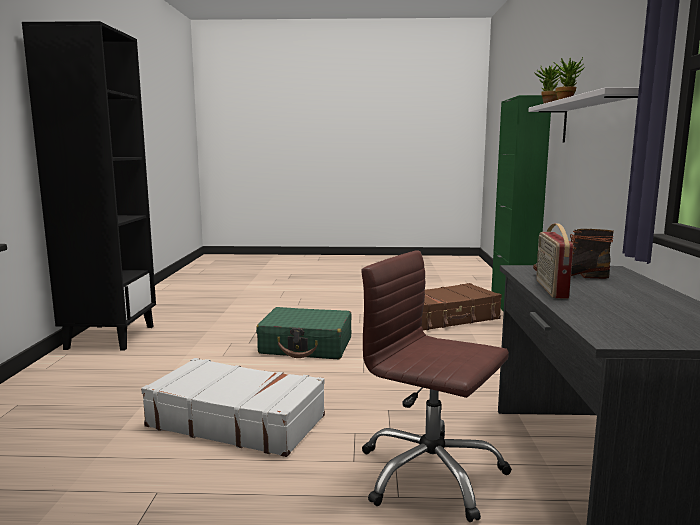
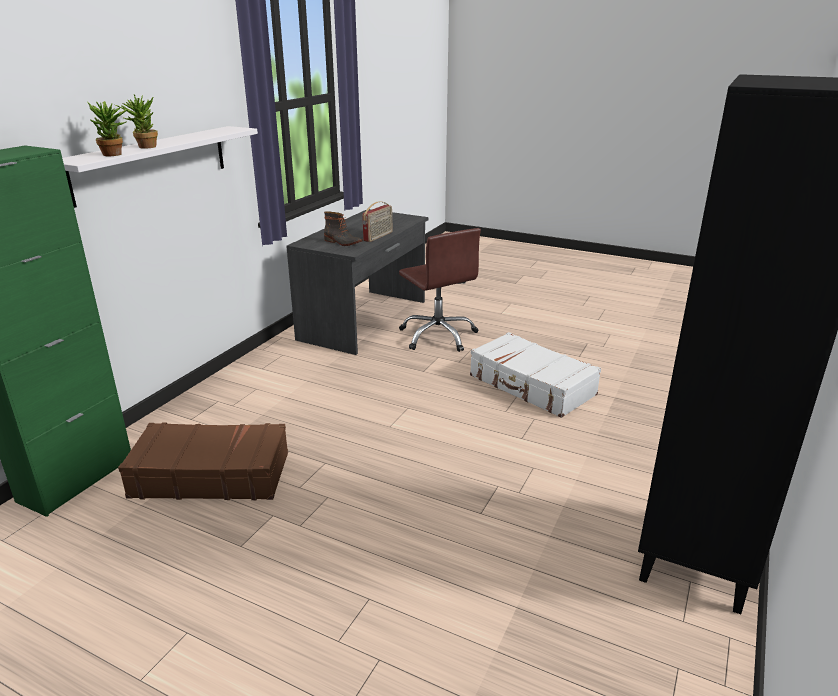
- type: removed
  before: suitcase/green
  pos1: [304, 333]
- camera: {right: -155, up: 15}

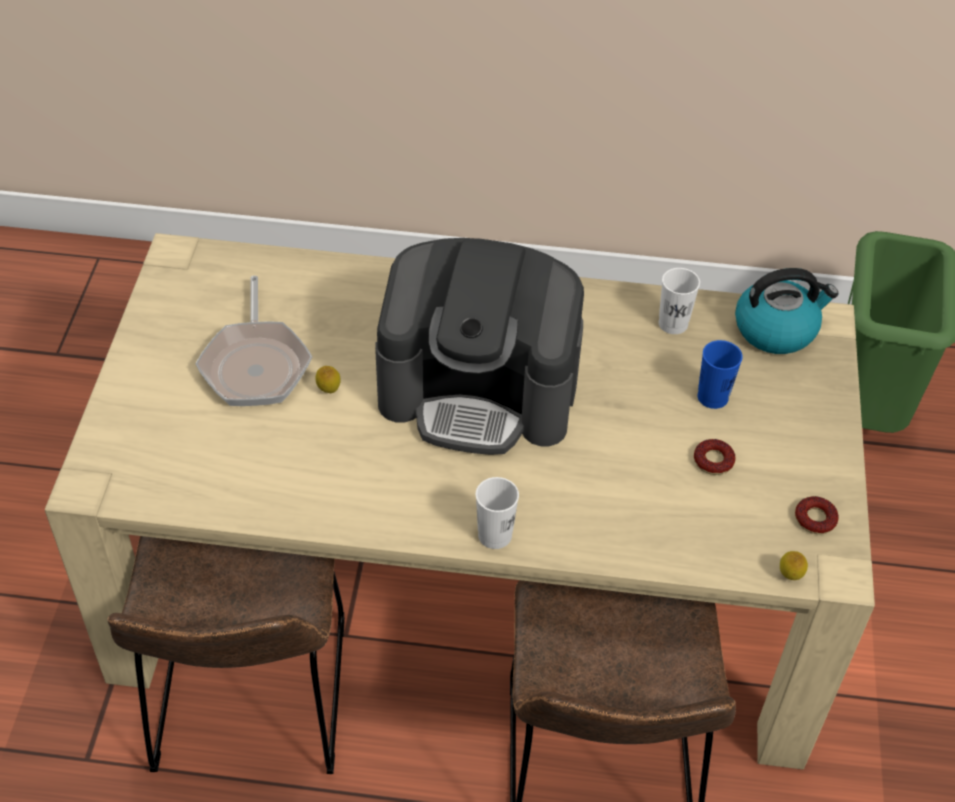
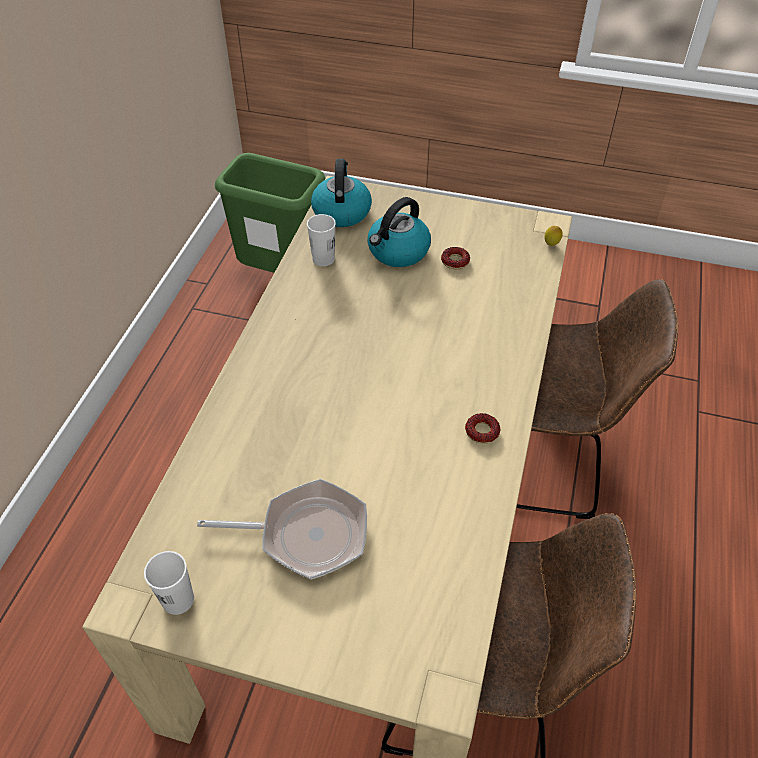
- type: moved
  before: cup/white
  pos1: [497, 513]
  pos2: [169, 583]
- type: replaced
  before: cup/blue
  after: kettle
  pos1: [720, 374]
  pos2: [399, 232]
- type: moved
  before: donut
  pos1: [817, 515]
  pos2: [482, 428]
- type: removed
  before: lemon
  pos1: [327, 379]
- type: removed
  before: coffee machine
  pos1: [479, 346]
- camera: {right: -80, up: 0}

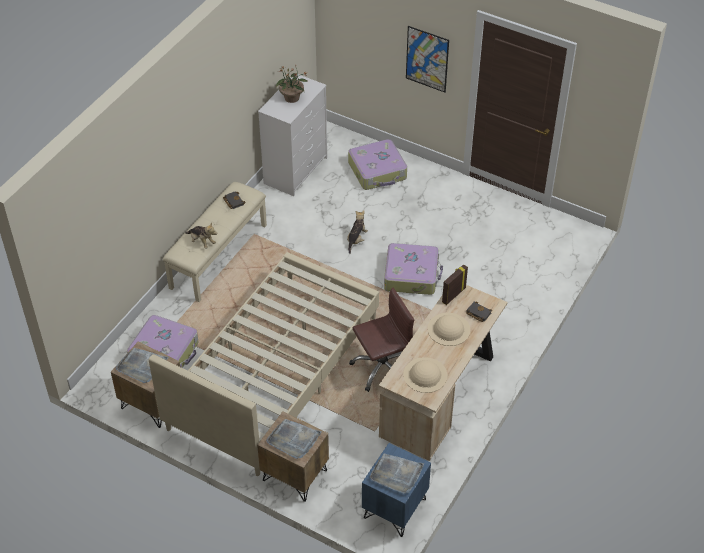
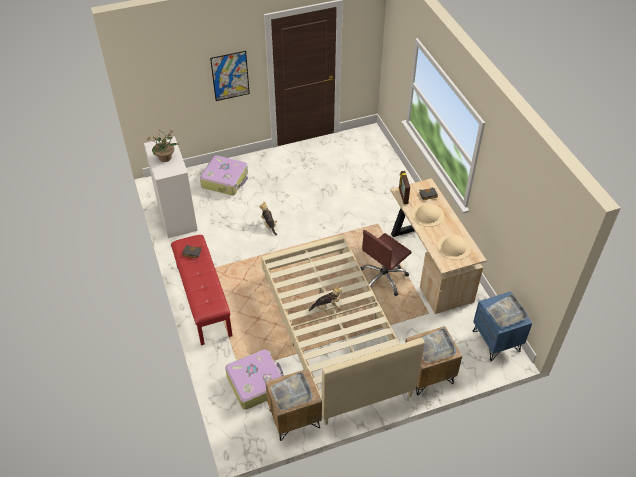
- type: recoloured
  before: bench/beige
  after: bench/red
  pos1: [215, 242]
  pos2: [202, 290]
- type: moved
  before: plush toy
  pos1: [201, 235]
  pos2: [326, 298]
- type: turned
  before: office chair/brown
  pos1: [381, 340]
  pos2: [386, 263]
  turn: -150
- type: removed
  before: suitcase
  pos1: [413, 269]
- camera: {right: -50, up: 0}

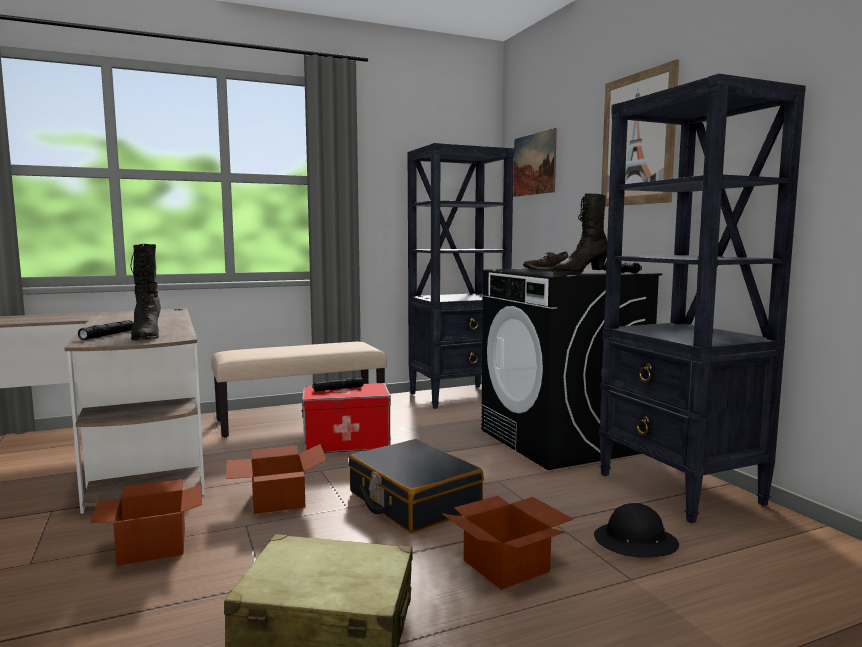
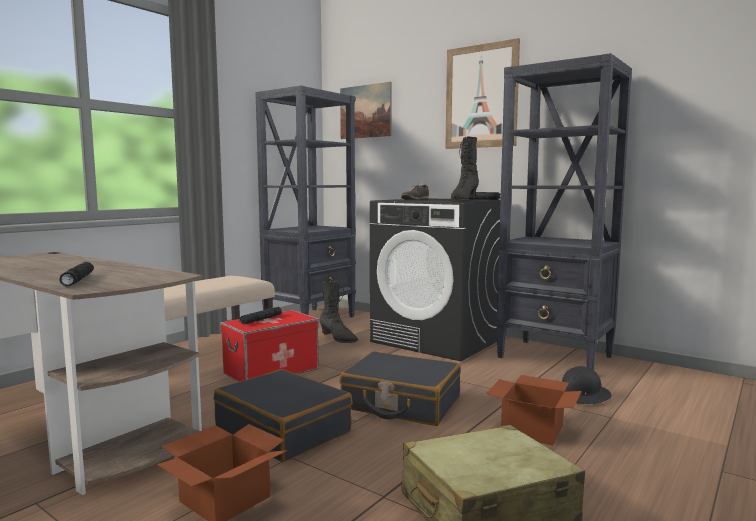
- type: replaced
  before: cardboard box
  after: suitcase/black
  pos1: [276, 479]
  pos2: [283, 415]
- type: moved
  before: boot/black
  pos1: [145, 292]
  pos2: [339, 312]
- camera: {right: -30, up: 0}

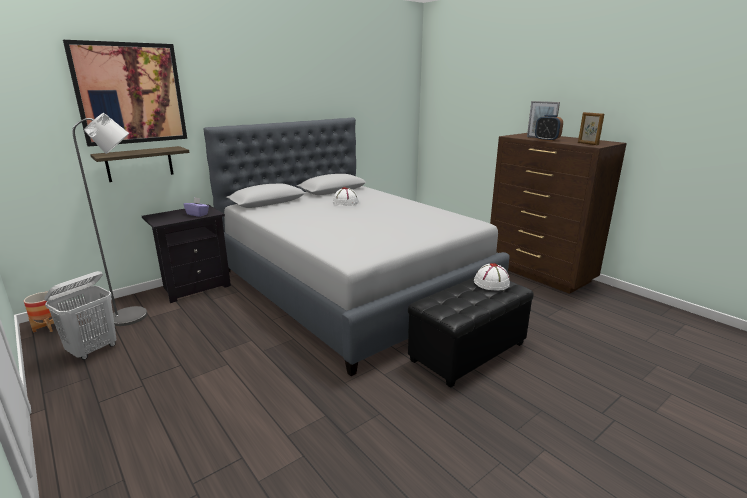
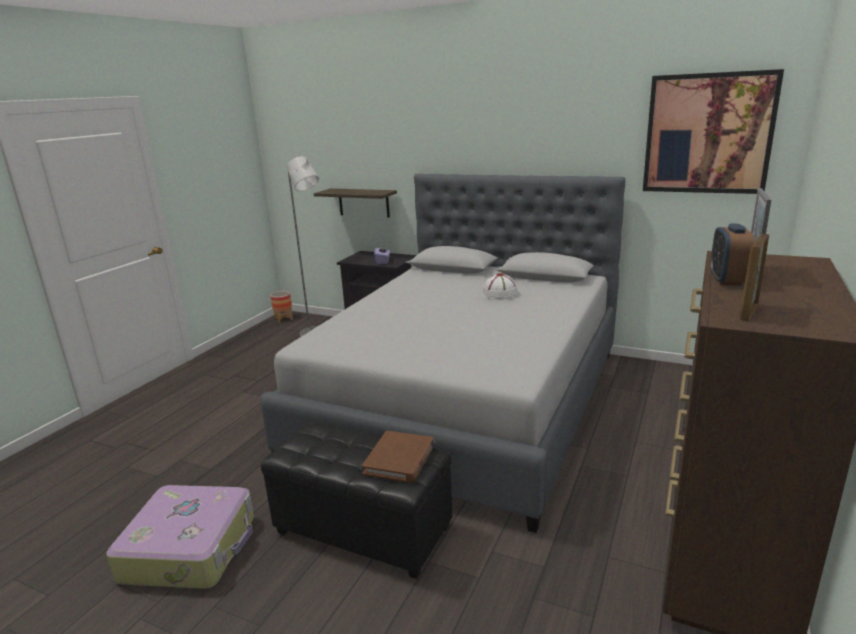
- type: added
  after: suitcase
  pos2: [180, 537]
- type: replaced
  before: hat/white
  after: book/brown
  pos1: [492, 277]
  pos2: [398, 457]
- type: moved
  before: picture
  pos1: [125, 93]
  pos2: [713, 131]
- type: removed
  before: laundry basket/white
  pos1: [80, 315]
- camera: {right: 65, up: 0}

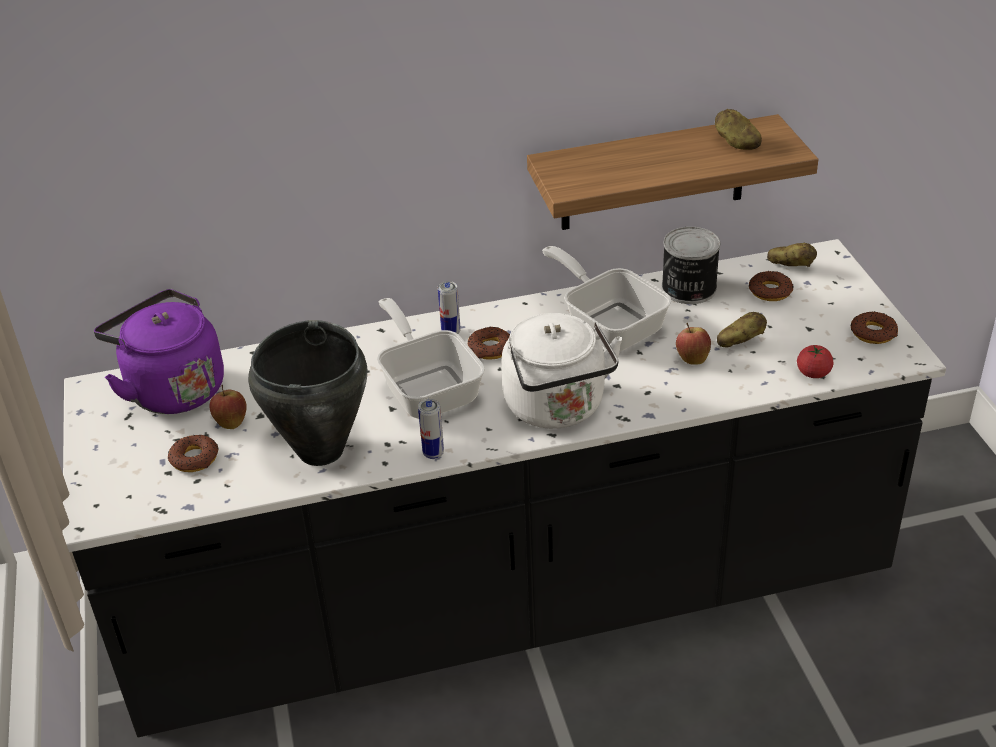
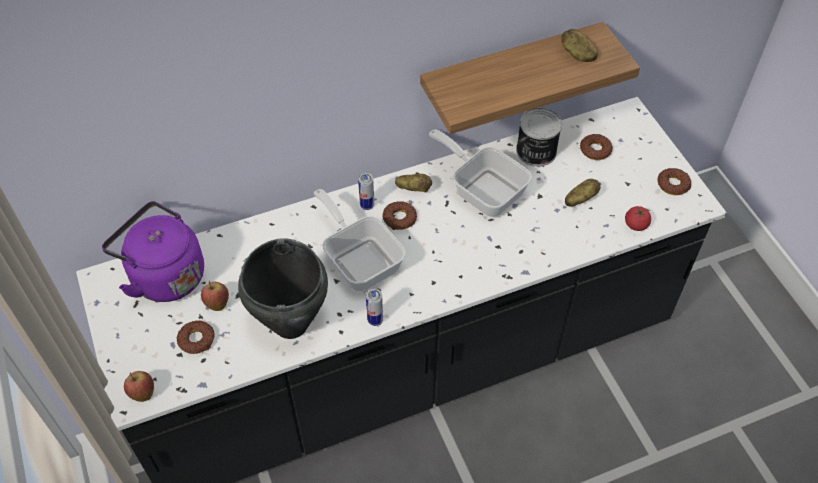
- type: moved
  before: apple
  pos1: [693, 344]
  pos2: [139, 386]
- type: moved
  before: potato
  pos1: [792, 255]
  pos2: [413, 183]
- type: removed
  before: kettle/white
  pos1: [562, 371]
- camera: {right: -10, up: 15}

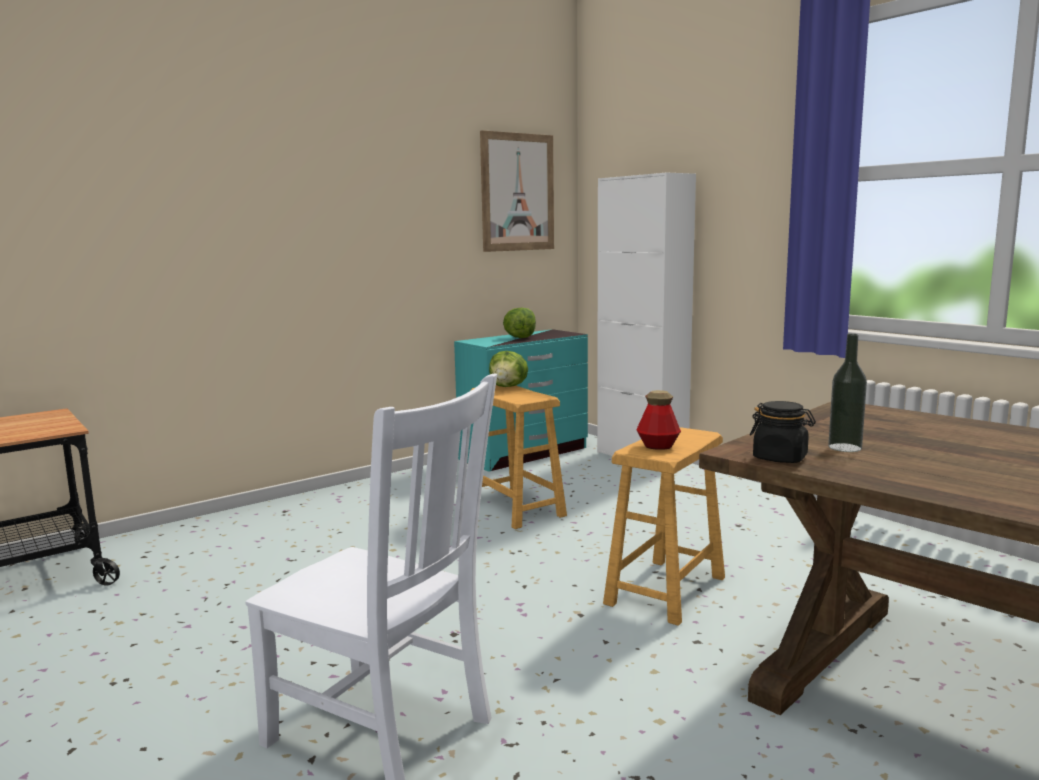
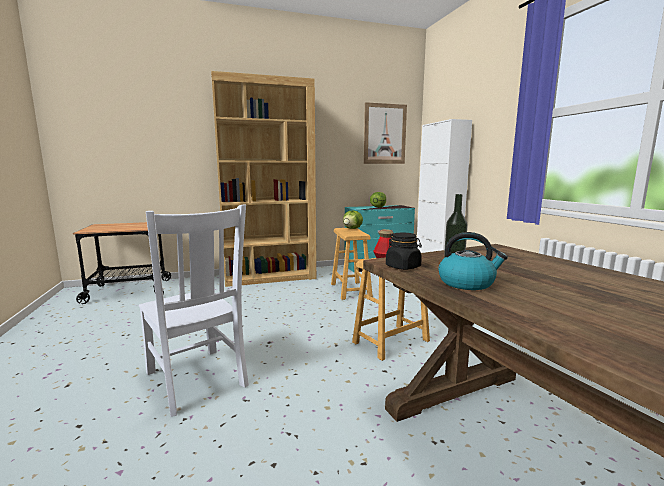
- type: added
  after: bookcase/brown
  pos2: [263, 179]
- type: added
  after: kettle
  pos2: [473, 261]
- camera: {right: 20, up: 0}

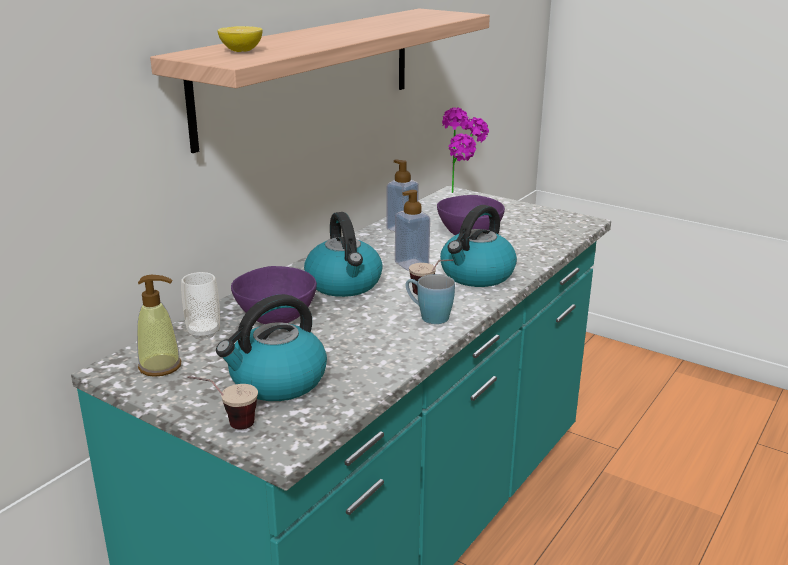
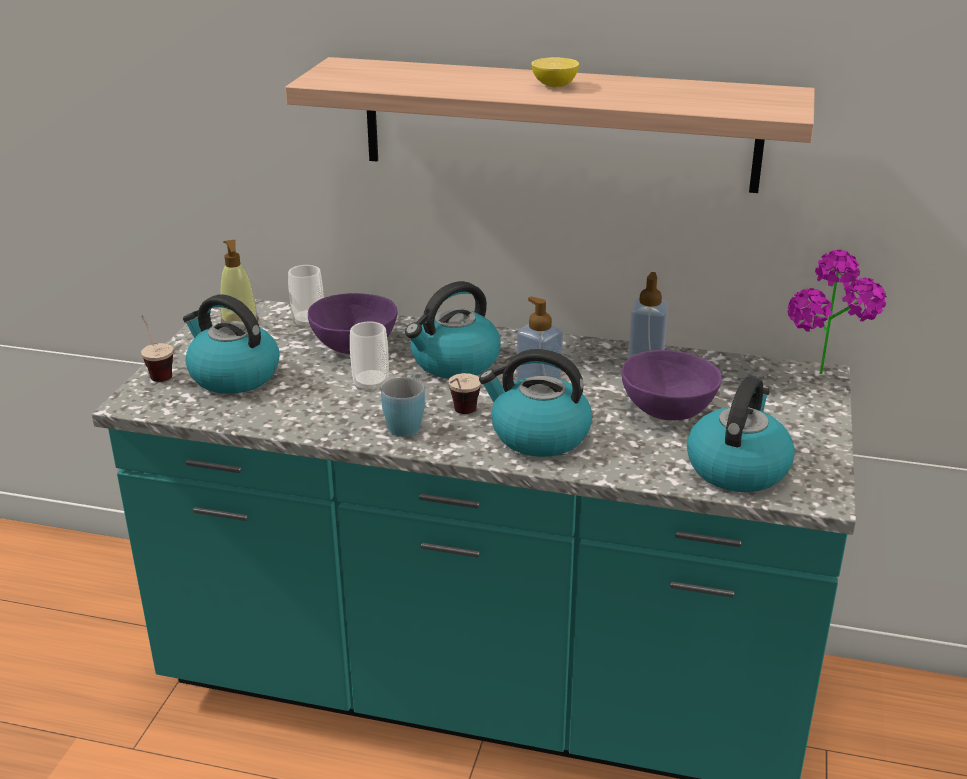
- type: added
  after: cup
  pos2: [369, 357]
- type: moved
  before: lemon
  pos1: [240, 39]
  pos2: [555, 72]
- type: added
  after: kettle
  pos2: [741, 434]
- camera: {right: 70, up: 5}

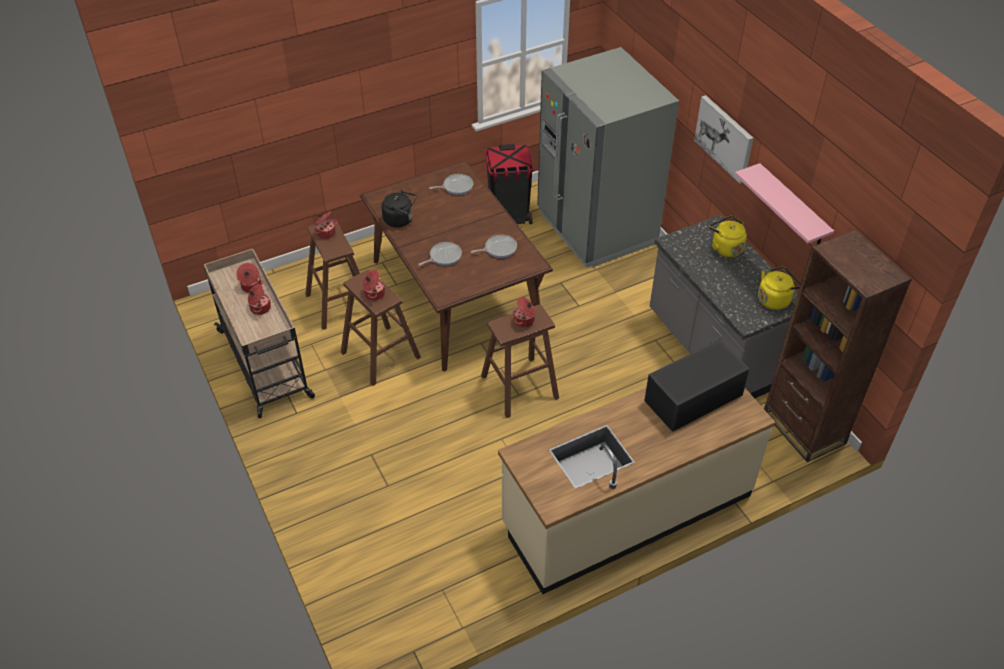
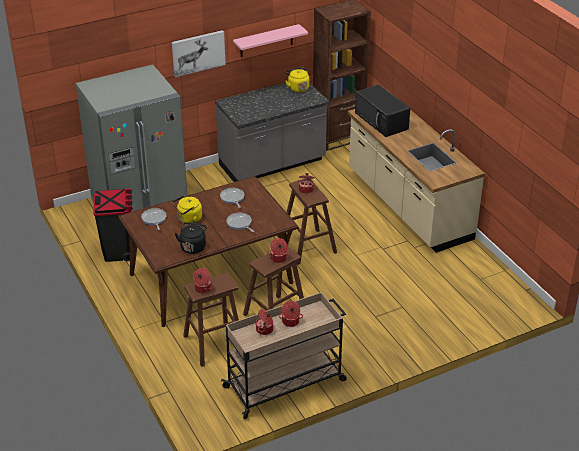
- type: moved
  before: kettle/yellow
  pos1: [728, 236]
  pos2: [187, 209]
- camera: {right: -90, up: -10}

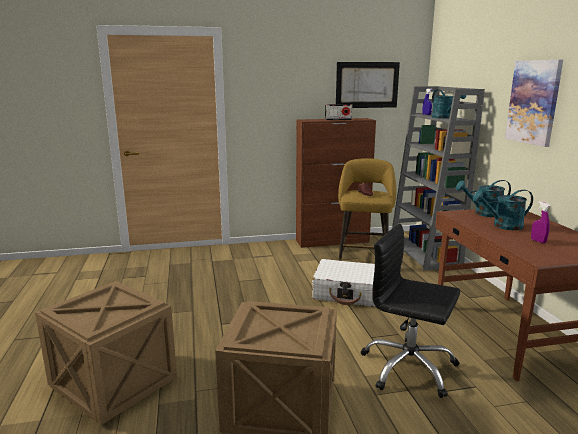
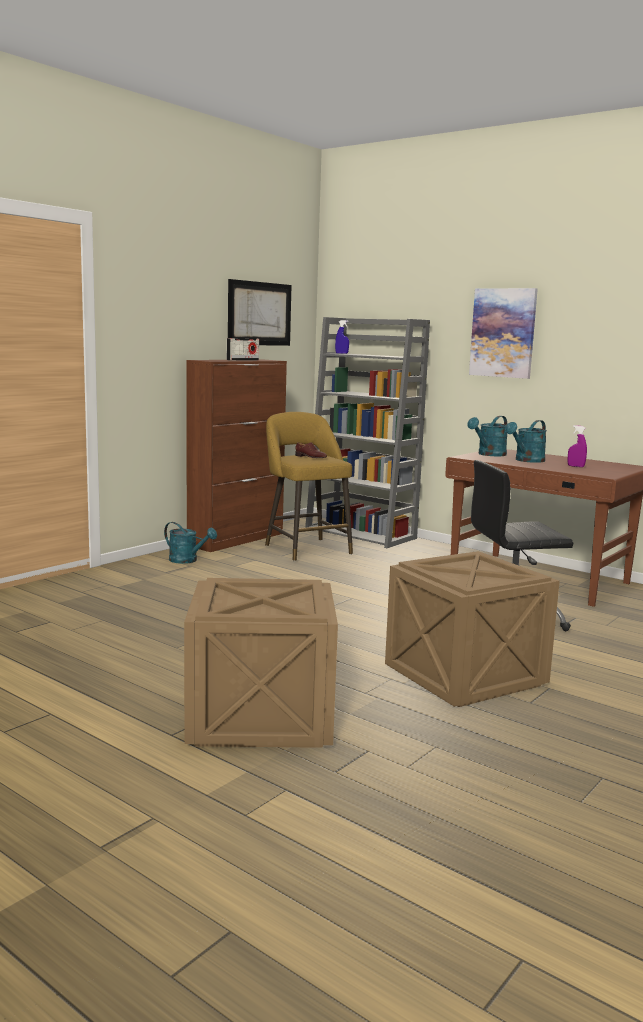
- type: moved
  before: watering can/turquoise
  pos1: [449, 104]
  pos2: [190, 543]
- type: removed
  before: suitcase/white
  pos1: [344, 283]
- camera: {right: -40, up: -5}

